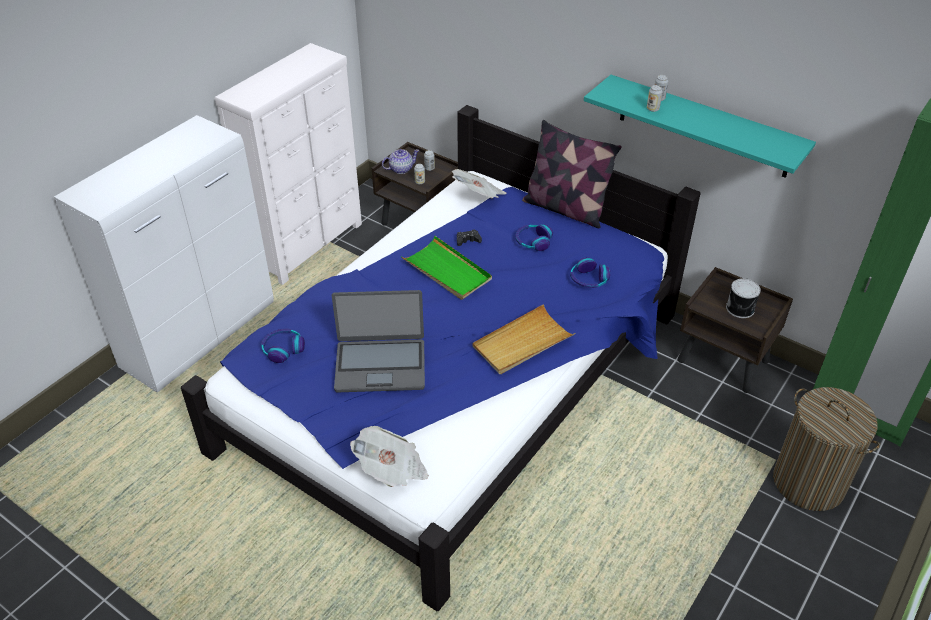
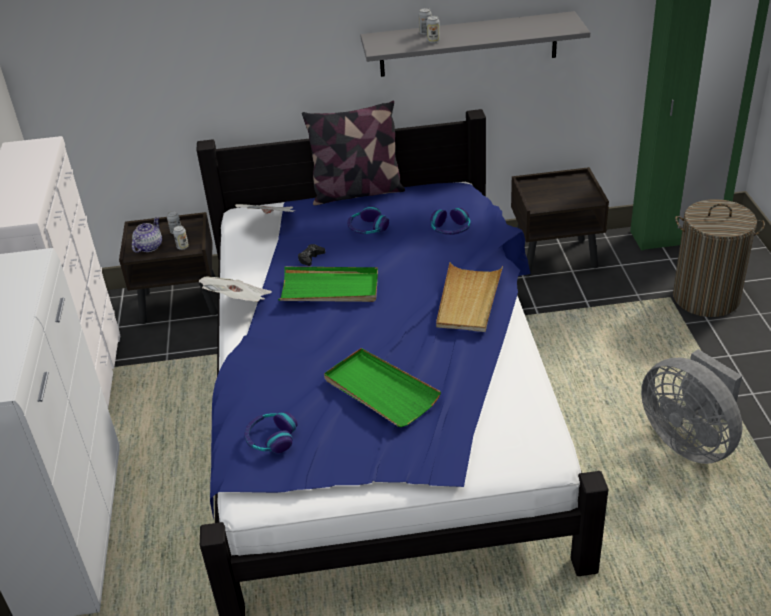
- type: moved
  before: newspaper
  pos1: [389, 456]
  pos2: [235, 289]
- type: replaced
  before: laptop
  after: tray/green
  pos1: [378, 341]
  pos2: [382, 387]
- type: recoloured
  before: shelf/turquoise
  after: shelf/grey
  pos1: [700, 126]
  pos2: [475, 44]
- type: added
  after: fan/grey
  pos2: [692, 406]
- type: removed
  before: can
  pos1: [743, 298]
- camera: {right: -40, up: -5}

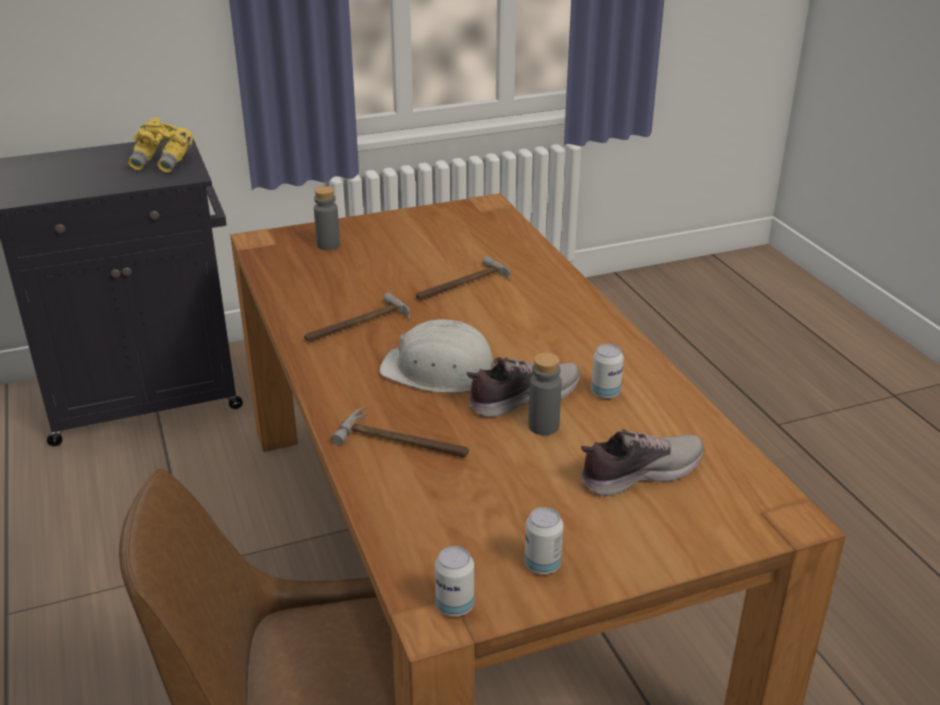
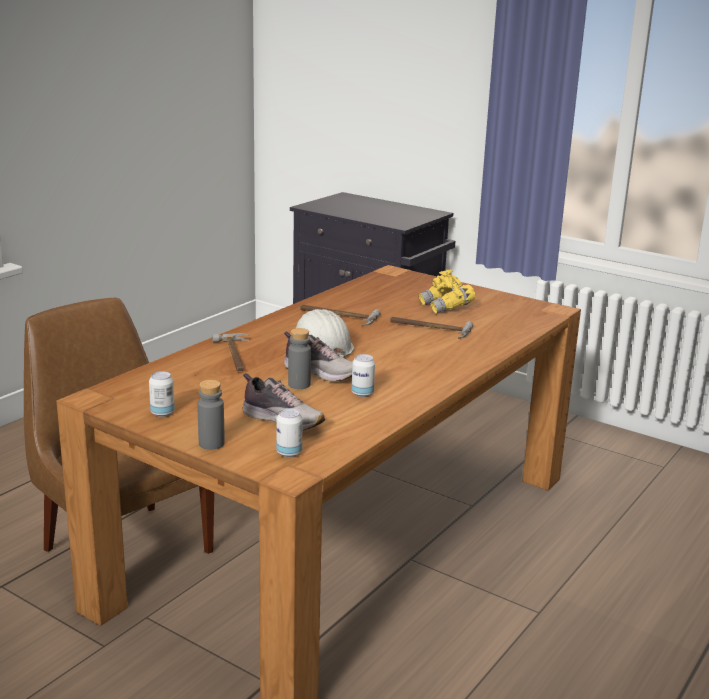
- type: moved
  before: bottle/grey
  pos1: [327, 218]
  pos2: [211, 415]
- type: moved
  before: can
  pos1: [454, 581]
  pos2: [289, 432]
- type: moved
  before: binoculars/yellow
  pos1: [160, 145]
  pos2: [447, 292]
- camera: {right: 55, up: -10}

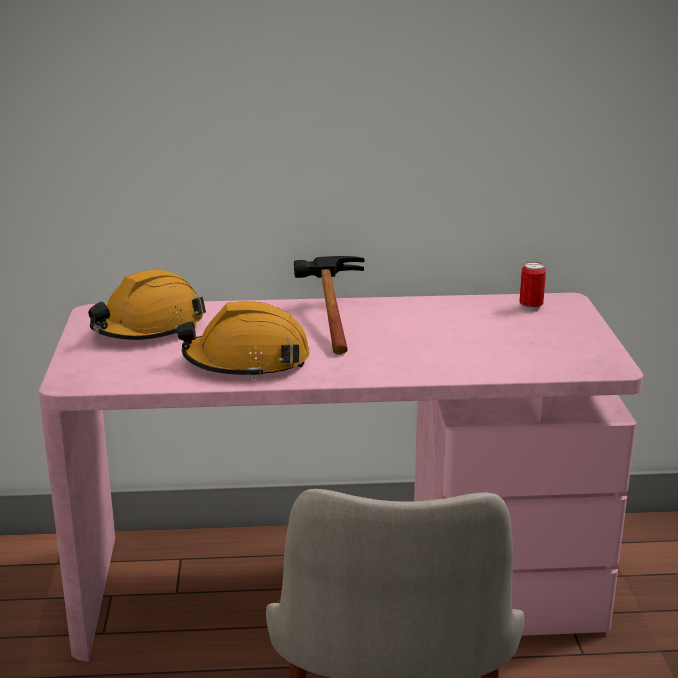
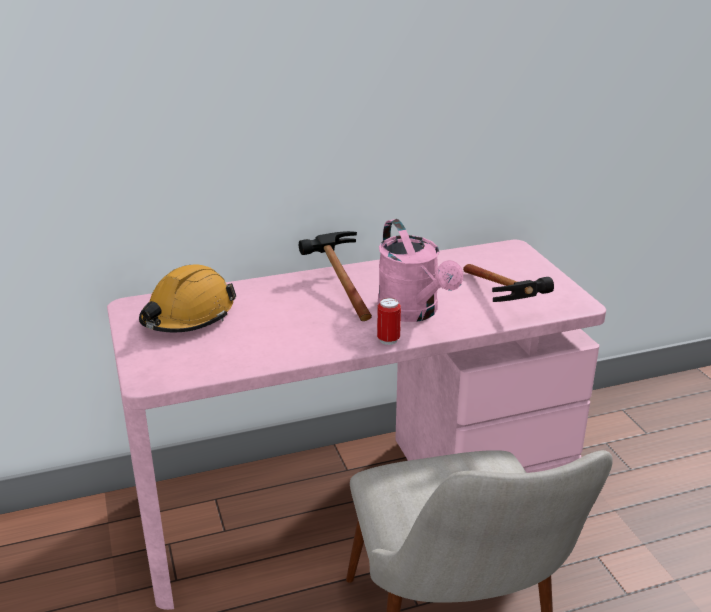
- type: moved
  before: can
  pos1: [532, 286]
  pos2: [389, 321]
- type: added
  after: watering can/pink
  pos2: [420, 270]
- type: added
  after: hammer
  pos2: [508, 283]
- type: removed
  before: hard hat/orange
  pos1: [243, 340]
- camera: {right: -15, up: 5}

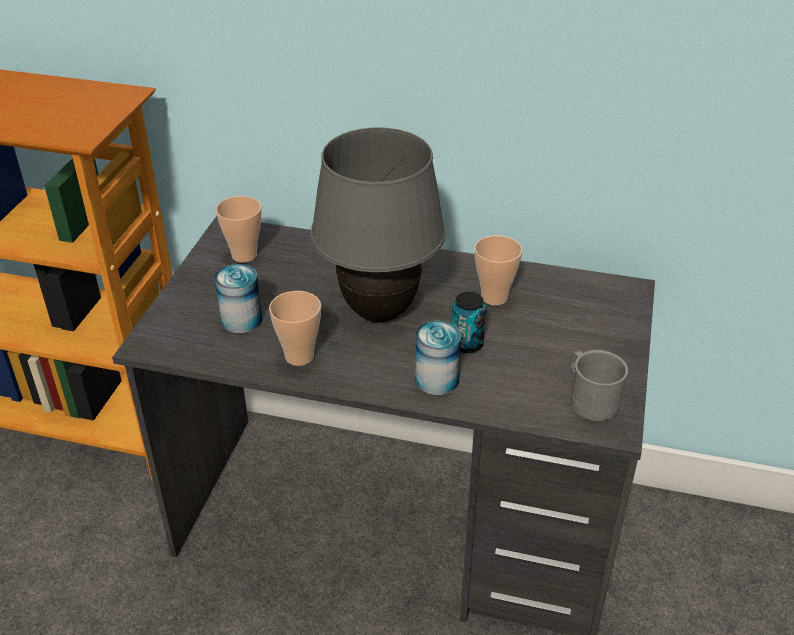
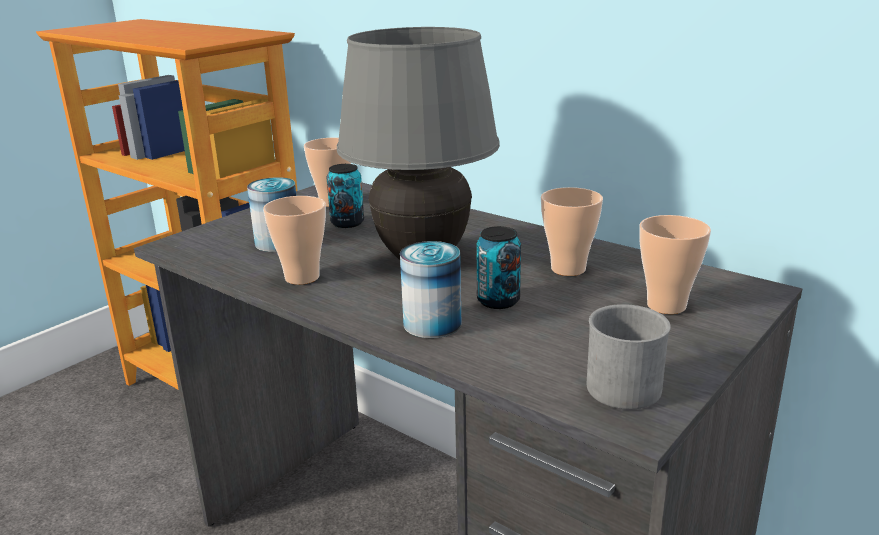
- type: added
  after: can
  pos2: [345, 196]
- type: added
  after: cup
  pos2: [675, 264]
- camera: {right: 25, up: -15}

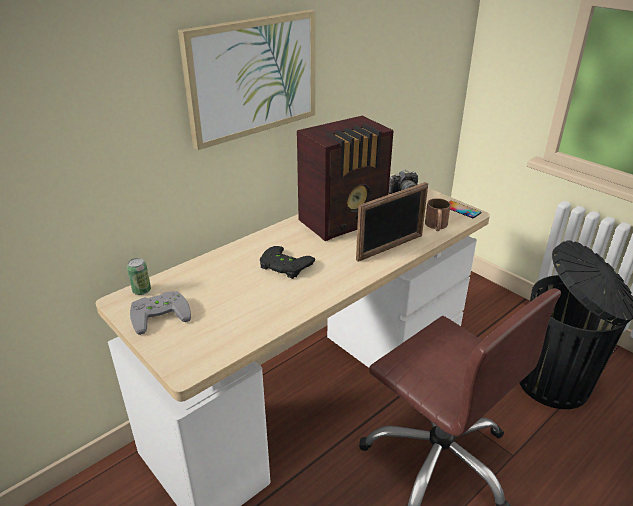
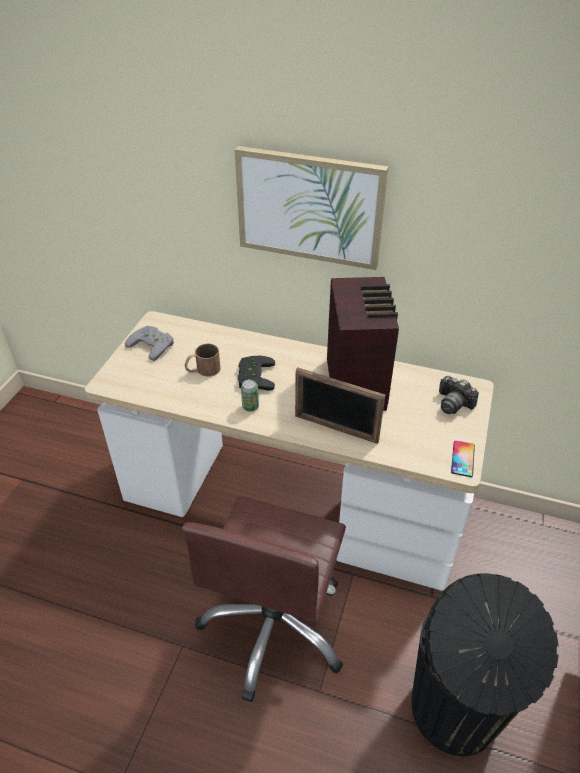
- type: moved
  before: mug/brown
  pos1: [438, 214]
  pos2: [202, 360]
- type: moved
  before: can
  pos1: [139, 276]
  pos2: [250, 395]
- type: turned
  before: radio
  pos1: [345, 178]
  pos2: [363, 344]
  turn: -120
- camera: {right: 60, up: 10}

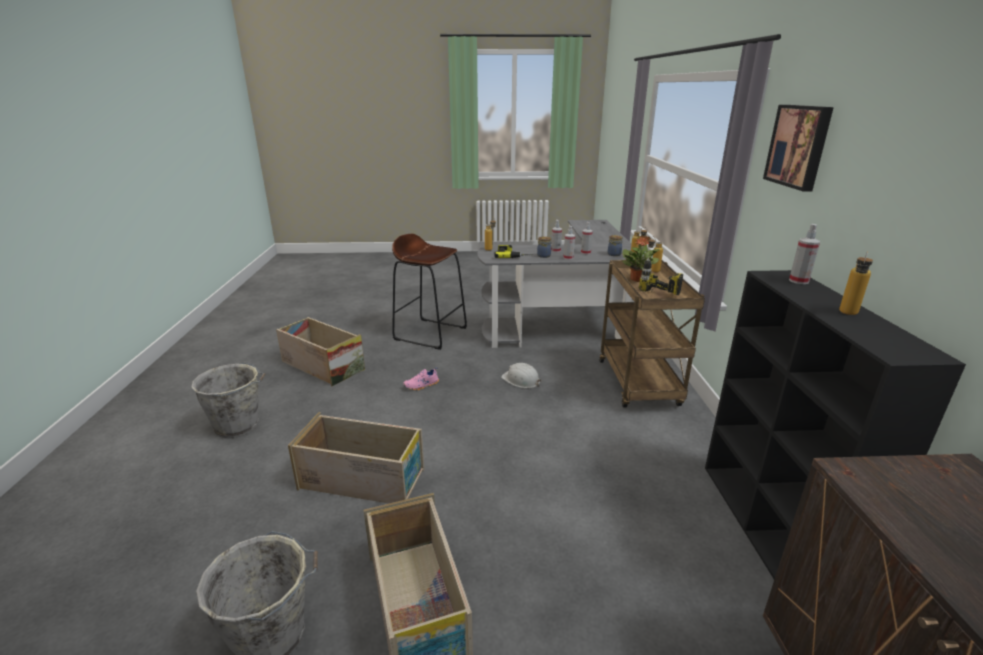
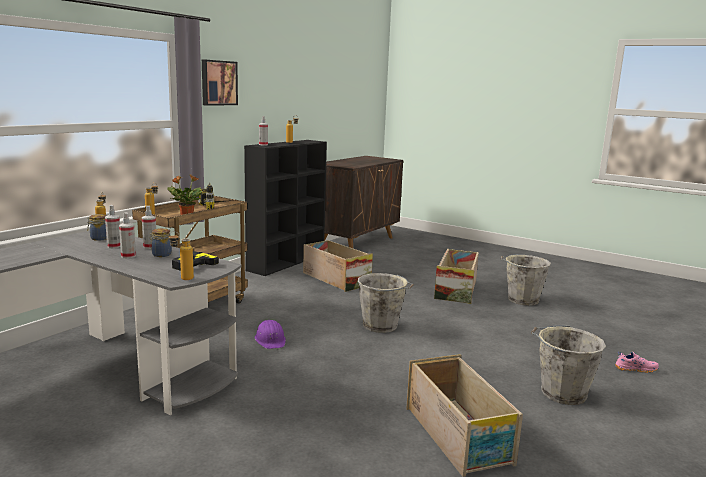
- type: recoloured
  before: hard hat/white
  after: hard hat/purple
  pos1: [521, 375]
  pos2: [270, 334]
- type: moved
  before: crate
  pos1: [356, 457]
  pos2: [338, 266]
- type: added
  after: bucket/grey
  pos2: [385, 303]
- type: moved
  before: shoe/pink
  pos1: [421, 379]
  pos2: [637, 362]
- type: removed
  before: stool/brown
  pos1: [429, 292]
- camera: {right: -145, up: -10}

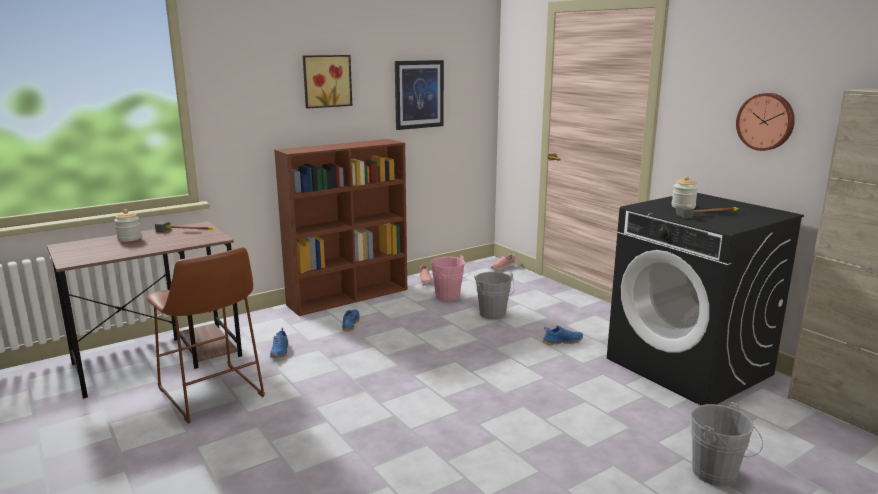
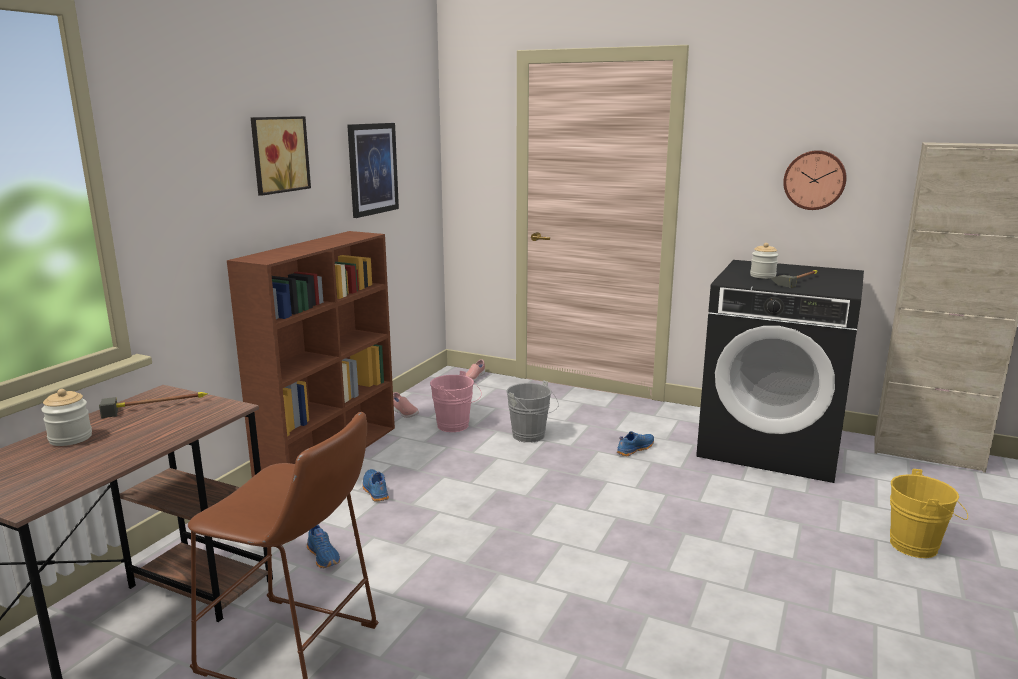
- type: recoloured
  before: bucket/grey
  after: bucket/yellow
  pos1: [727, 444]
  pos2: [929, 513]
- camera: {right: -30, up: 0}

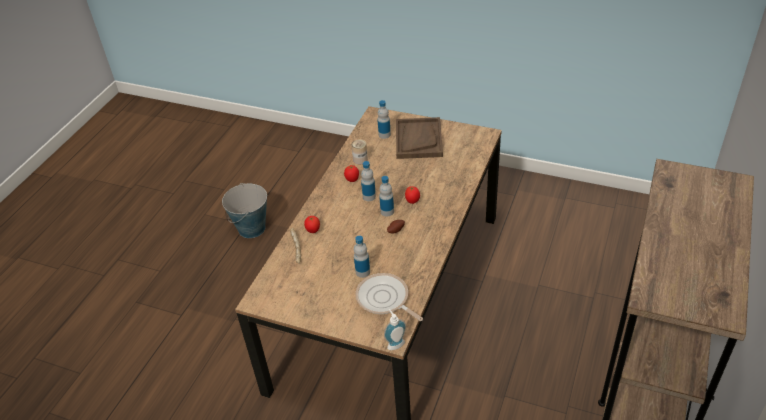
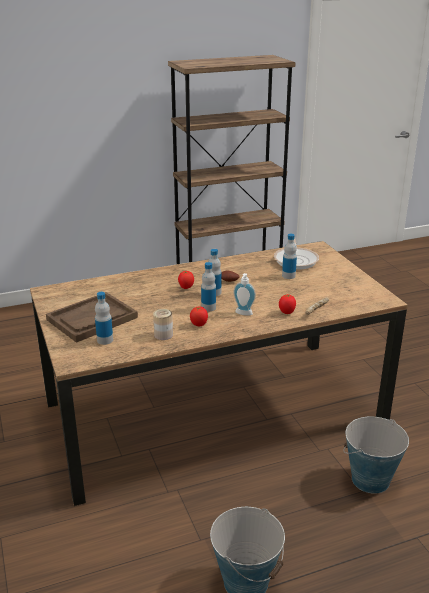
- type: moved
  before: soap dispenser
  pos1: [395, 329]
  pos2: [244, 294]
- type: added
  after: bucket
  pos2: [376, 455]
- camera: {right: -135, up: -15}

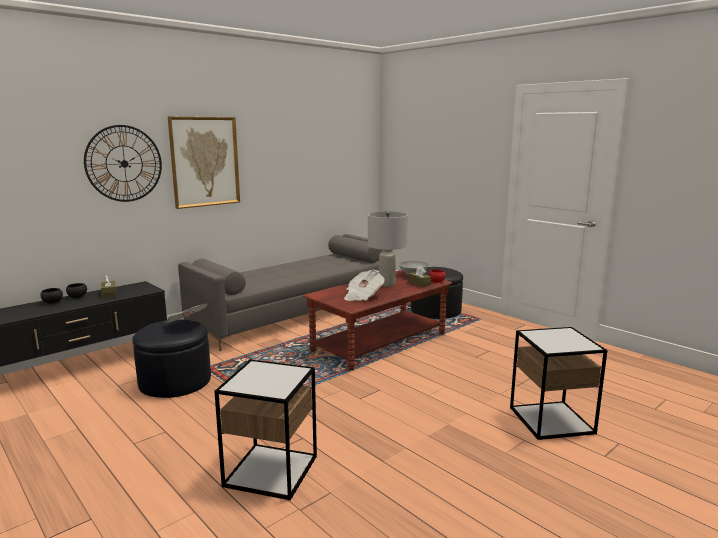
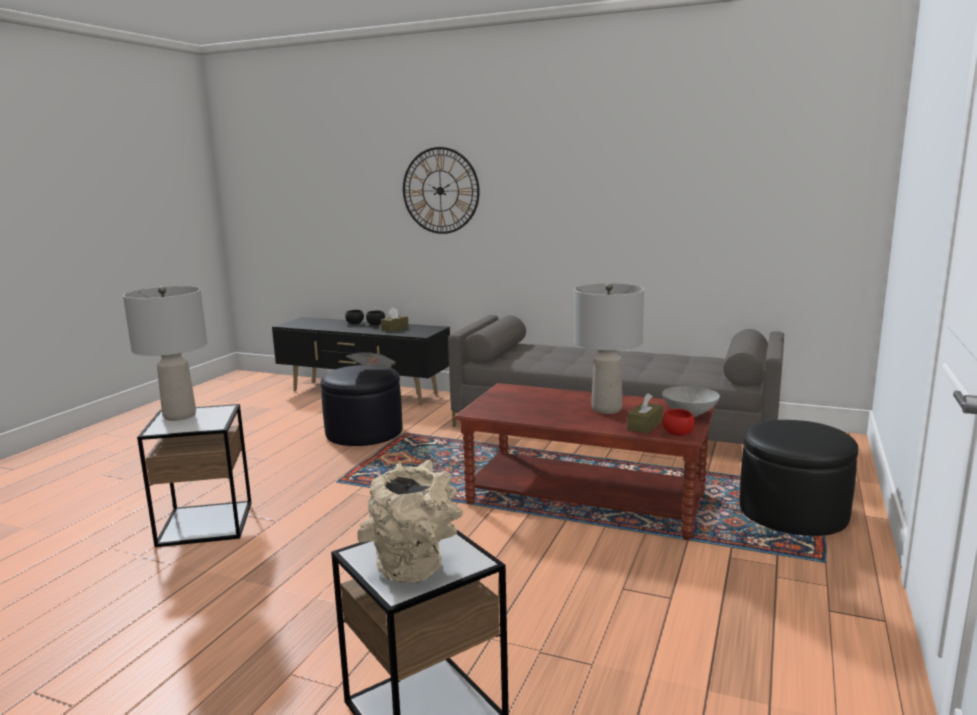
- type: added
  after: table lamp/grey
  pos2: [165, 353]
- type: added
  after: vase/beige
  pos2: [410, 522]
- type: removed
  before: picture
  pos1: [204, 163]
- type: removed
  before: newspaper
  pos1: [364, 285]
- camera: {right: 65, up: 0}

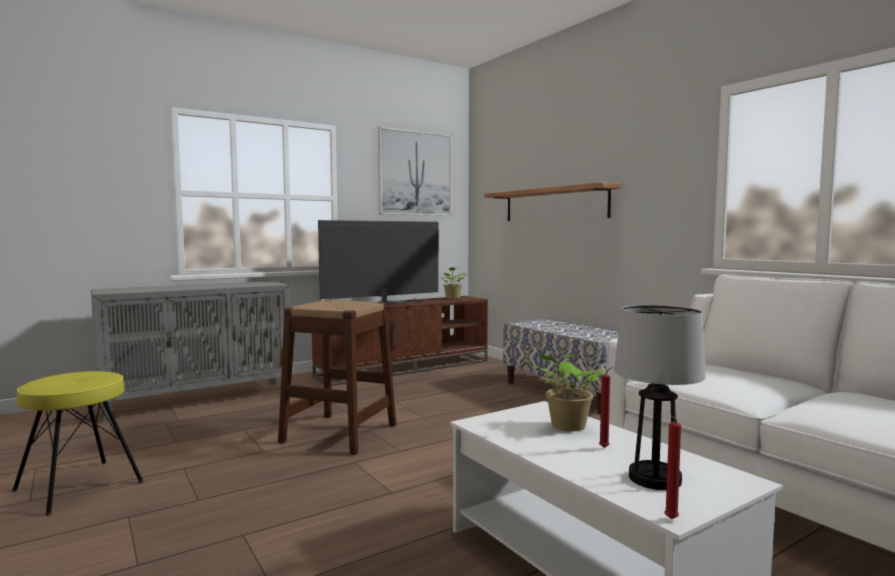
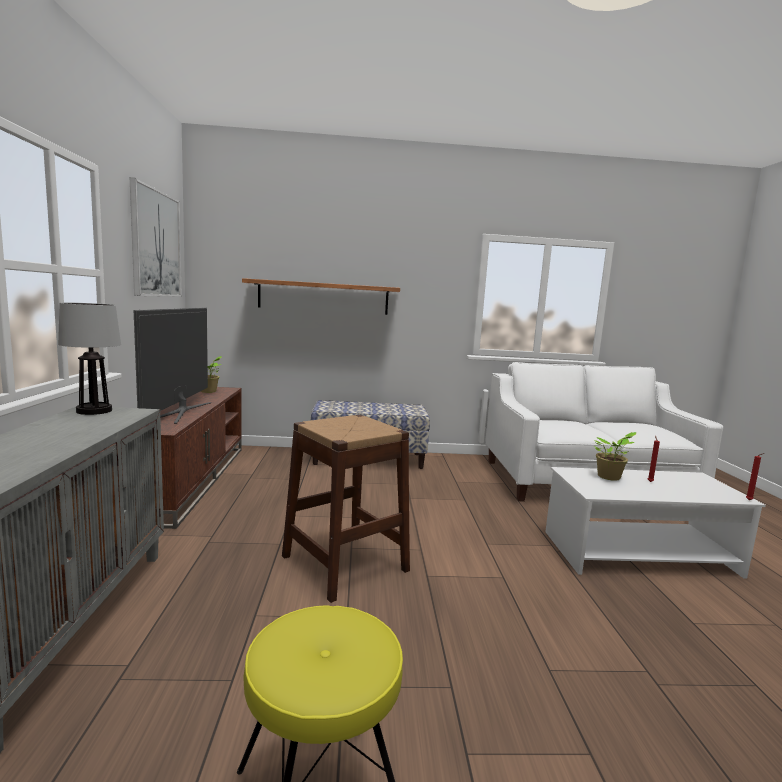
- type: moved
  before: table lamp
  pos1: [660, 397]
  pos2: [89, 358]
- camera: {right: -60, up: 5}

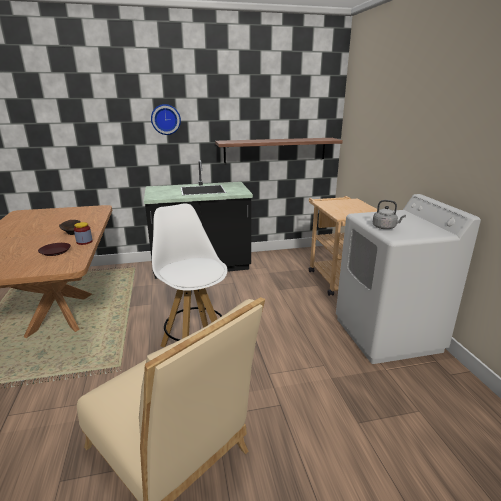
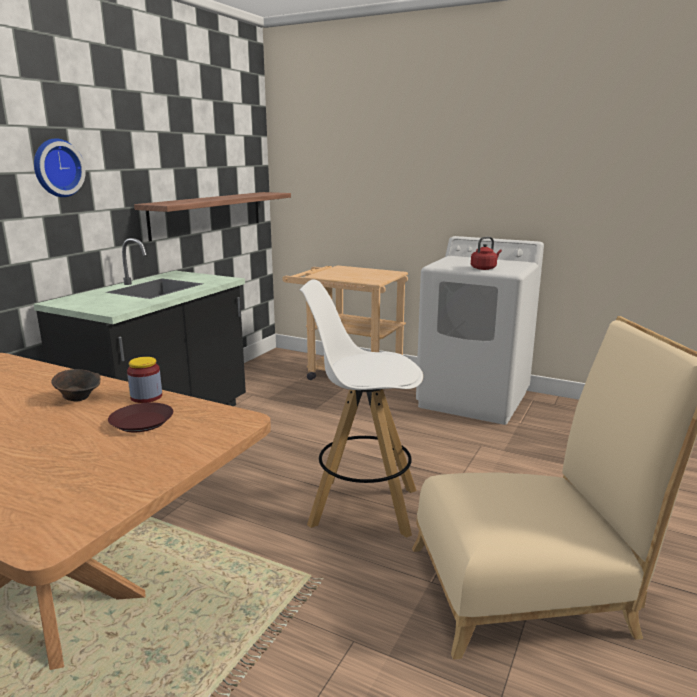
- type: recoloured
  before: kettle/grey
  after: kettle/red
  pos1: [389, 214]
  pos2: [486, 253]
- camera: {right: -50, up: -5}

